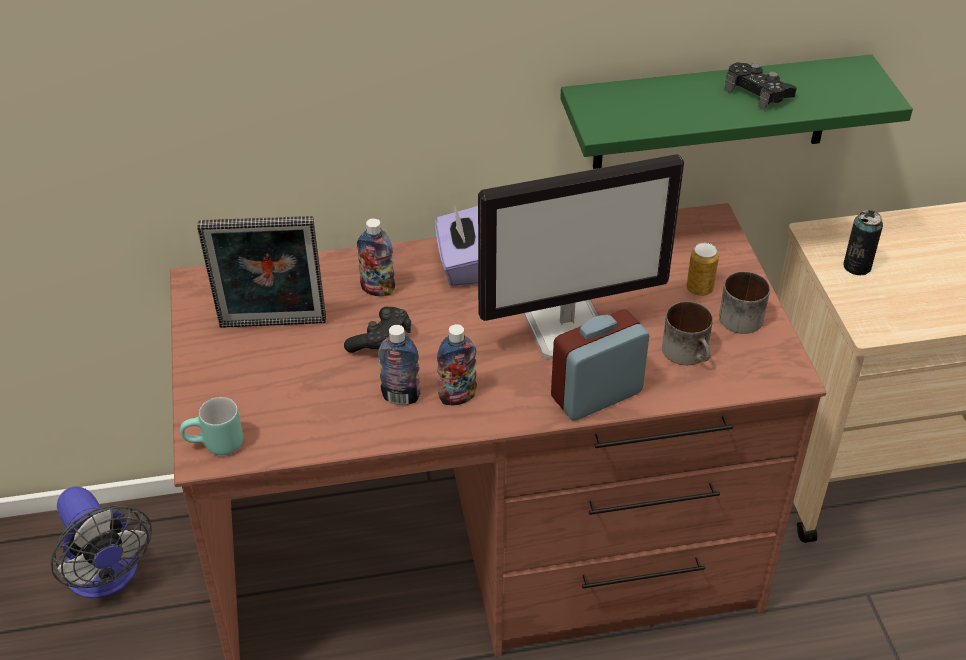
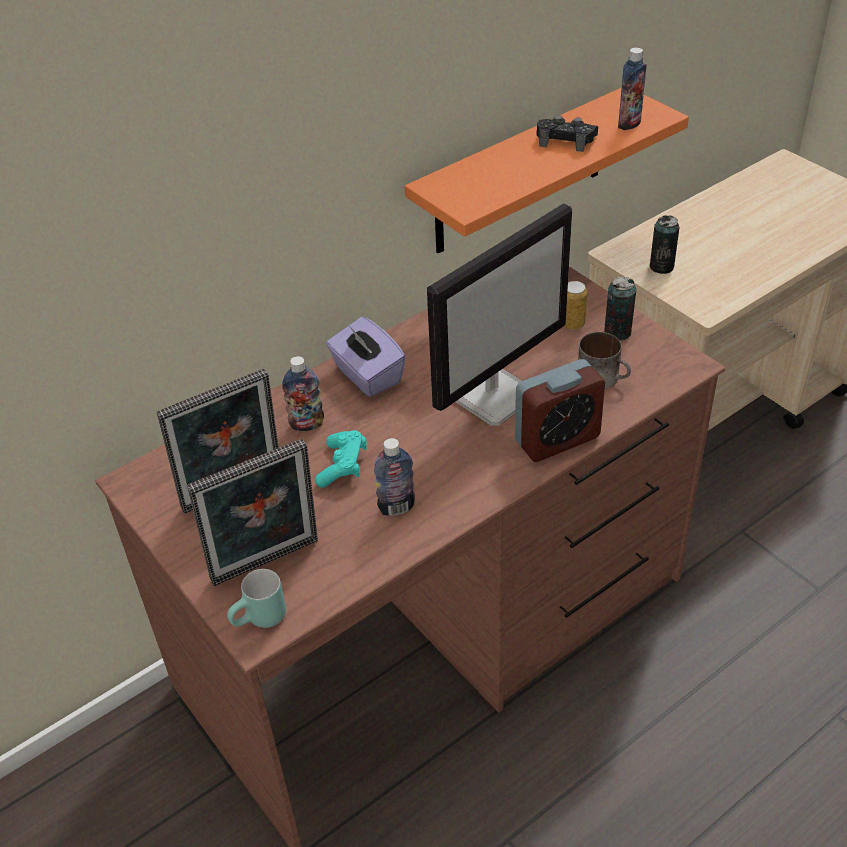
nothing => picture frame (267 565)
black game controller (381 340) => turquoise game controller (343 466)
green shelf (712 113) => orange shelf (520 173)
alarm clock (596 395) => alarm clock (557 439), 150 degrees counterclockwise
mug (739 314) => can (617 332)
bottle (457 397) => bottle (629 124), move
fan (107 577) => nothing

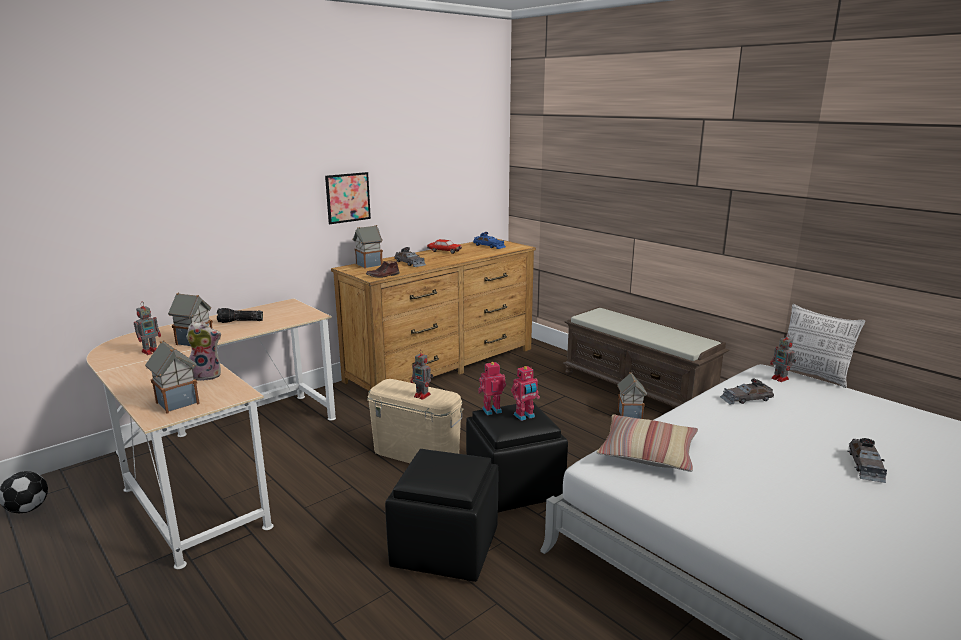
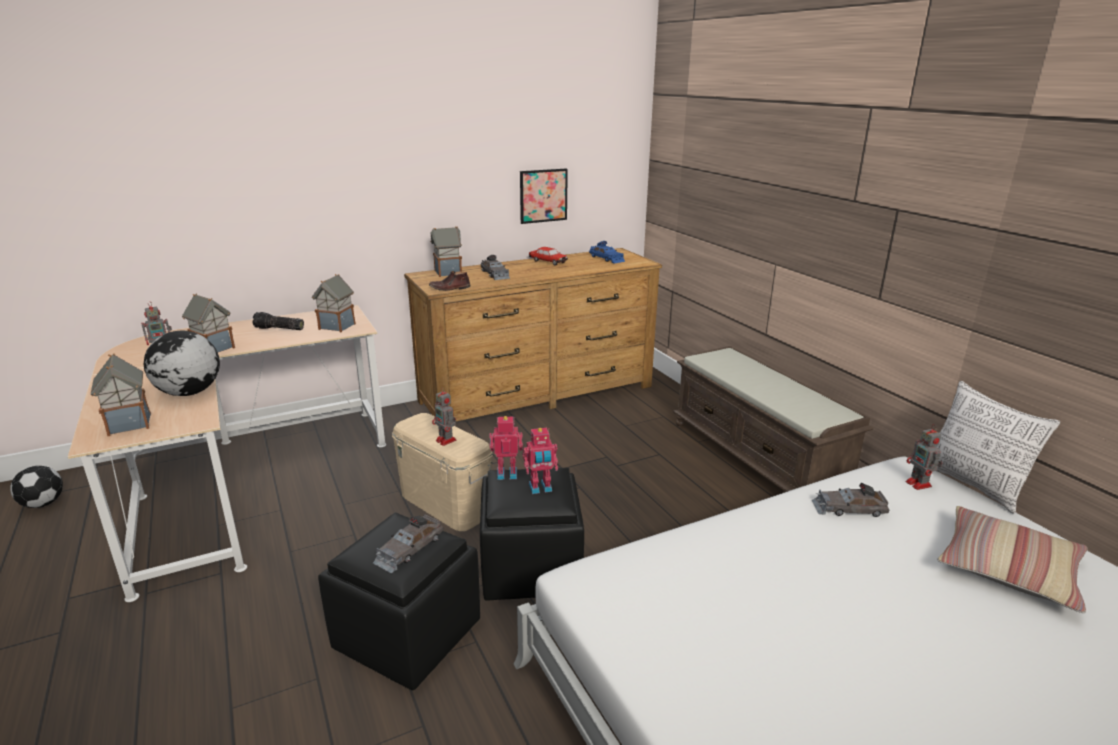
plush toy (207 375) => globe (188 393)
toy house (629 414) => toy house (337 326), move
grey toy car (865 465) => grey toy car (409 549), move
picture (348 197) => picture (543 195), move
pillow (647 452) => pillow (1008 568), move

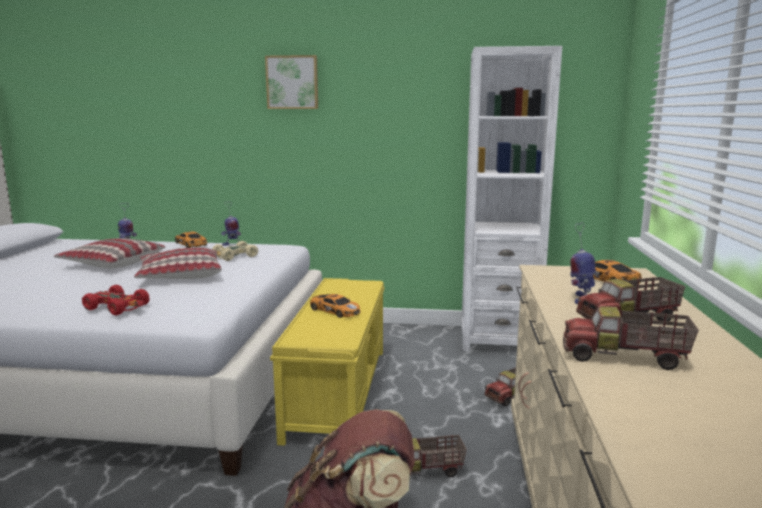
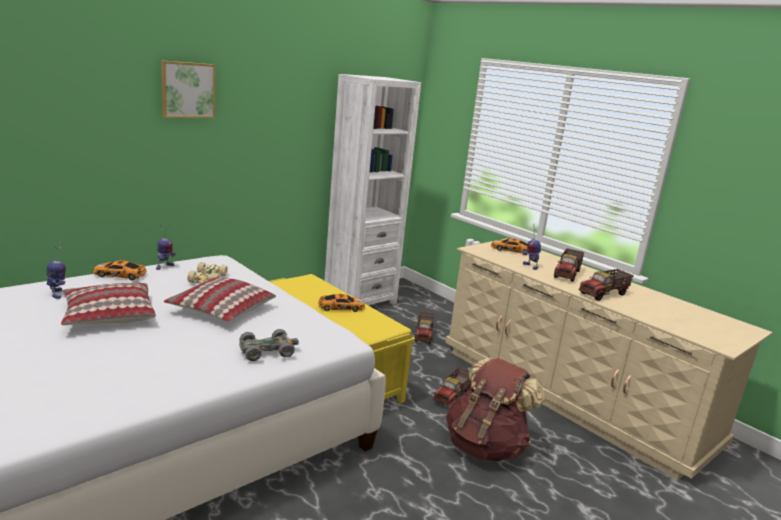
red toy car (118 307) => grey toy car (267 351)

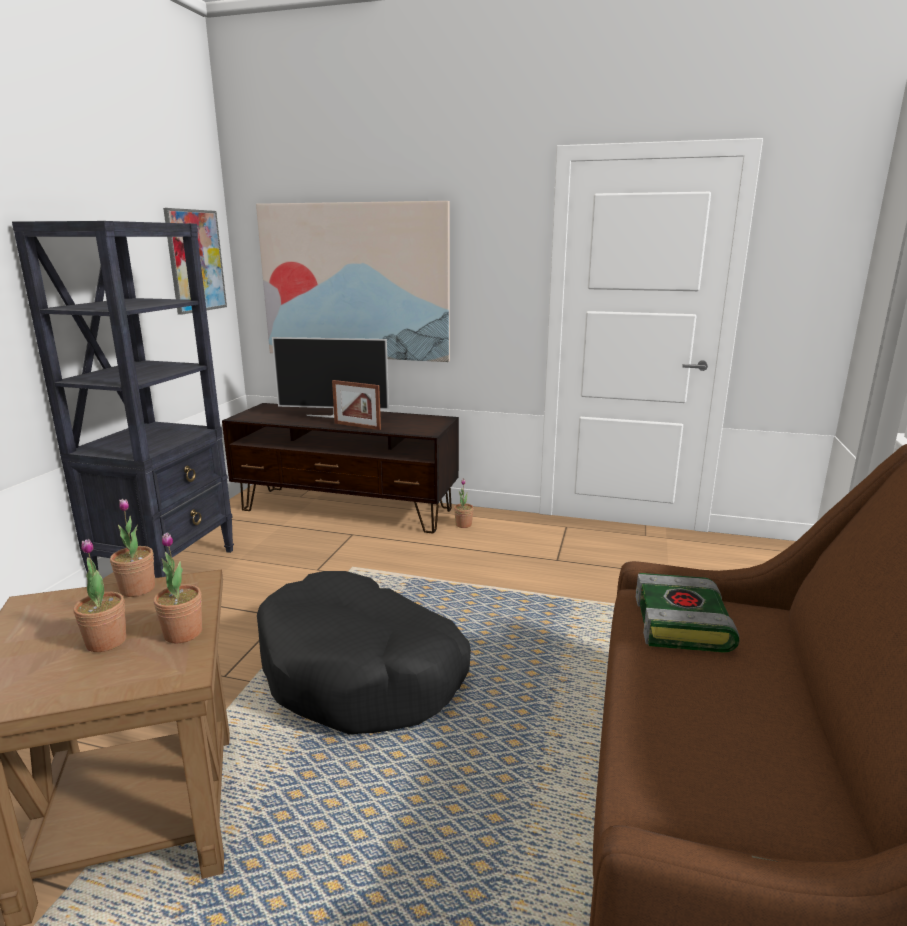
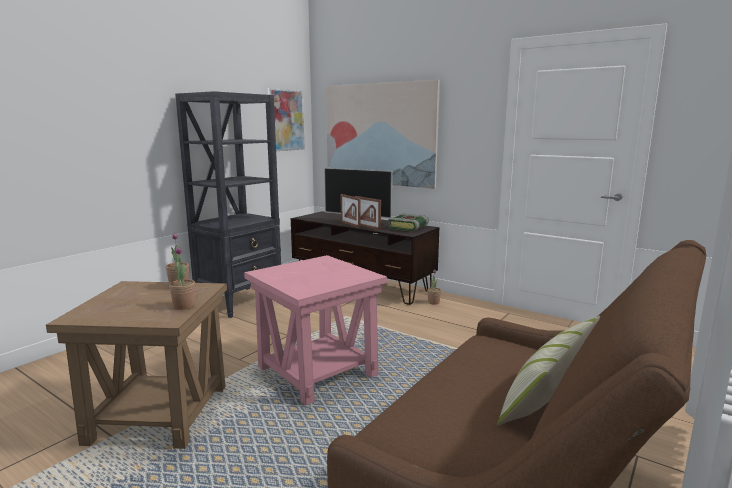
black dog bed (361 672) => pink side table (316 371)
nothing => picture frame (350 224)
book (683 624) => book (408 228), move
nothing => pillow (547 396)
potted plant (106 642) => nothing

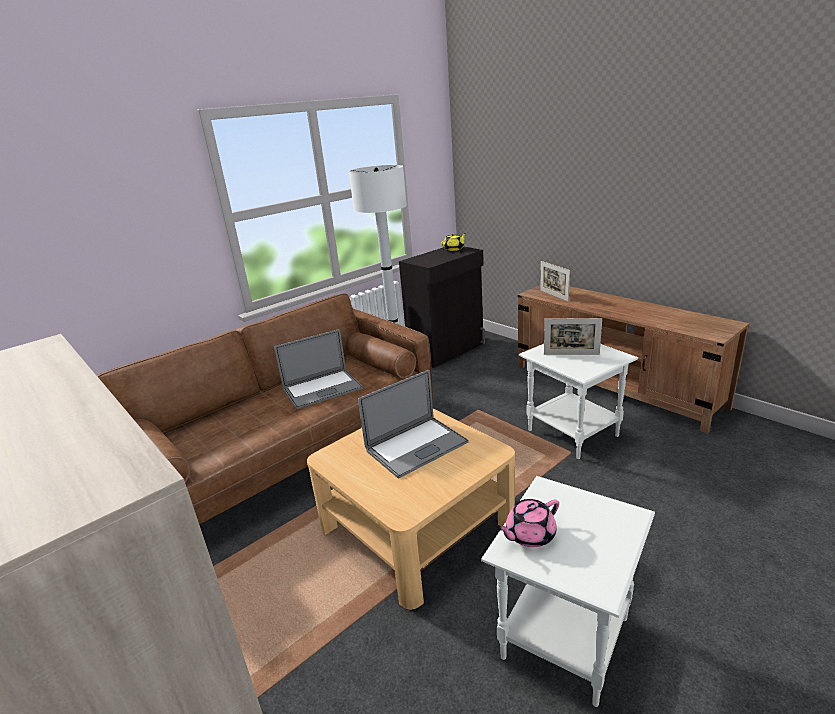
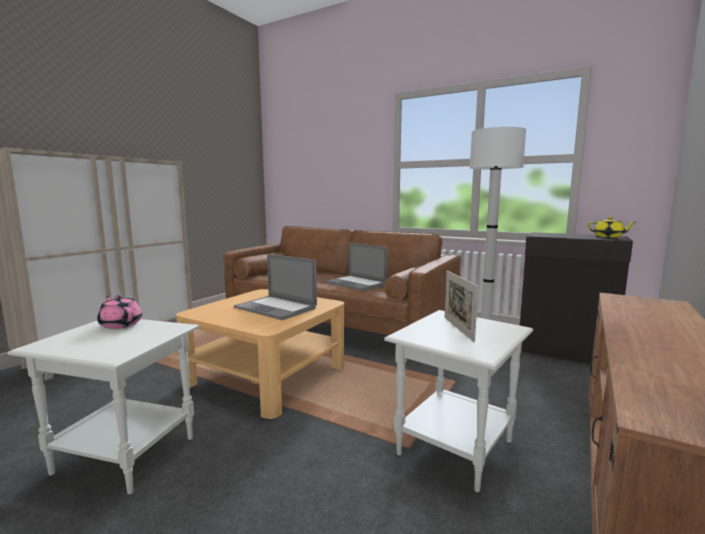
picture frame (553 295) => nothing

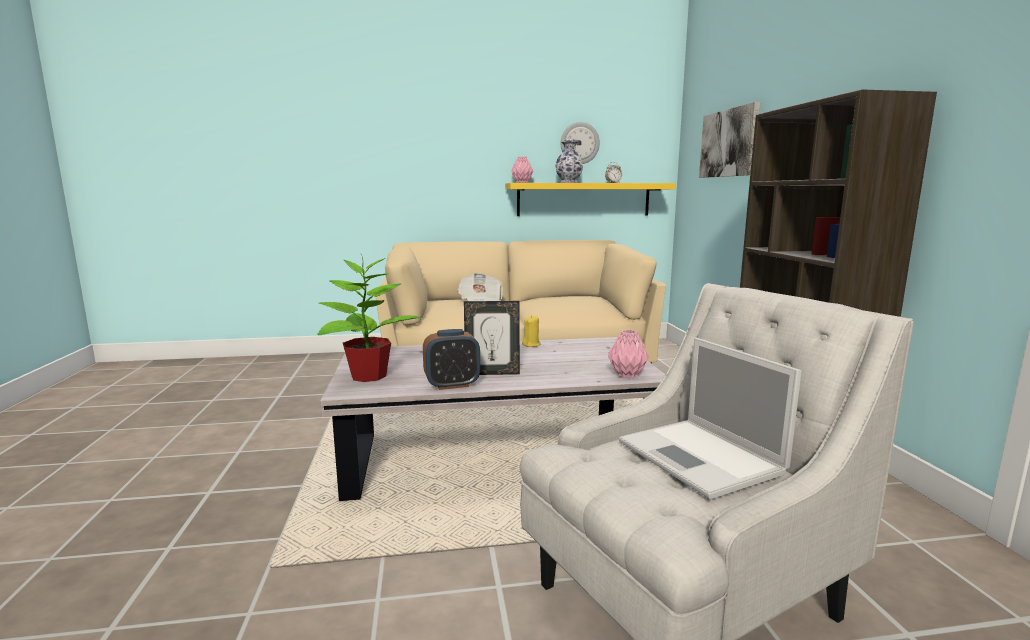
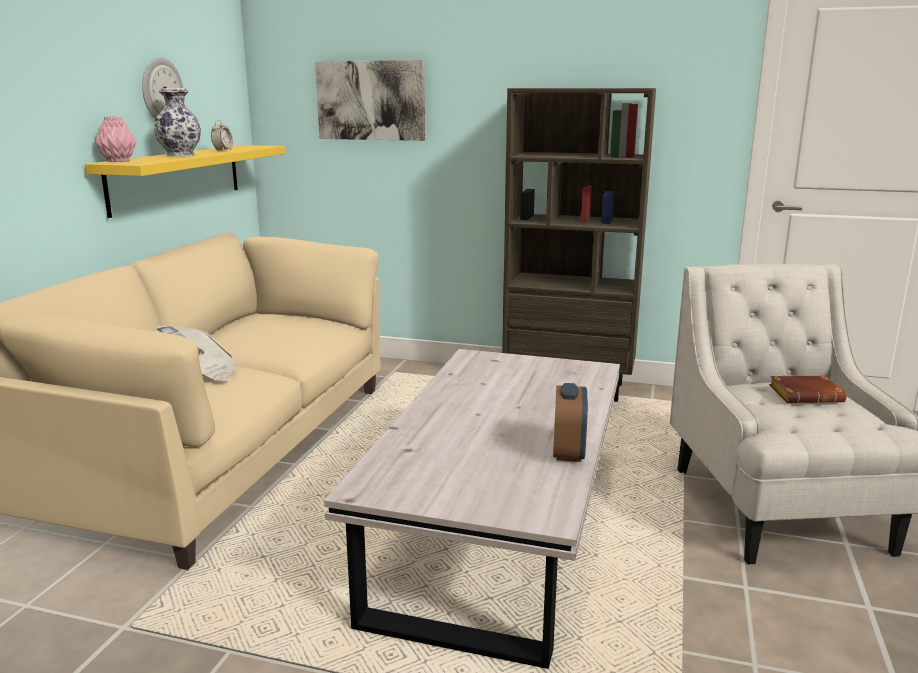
laptop (701 458) => brown book (806 395)
potted plant (367 376) => nothing
picture frame (492 373) => nothing
yellow candle (531 345) => nothing
pink vase (627 375) => nothing

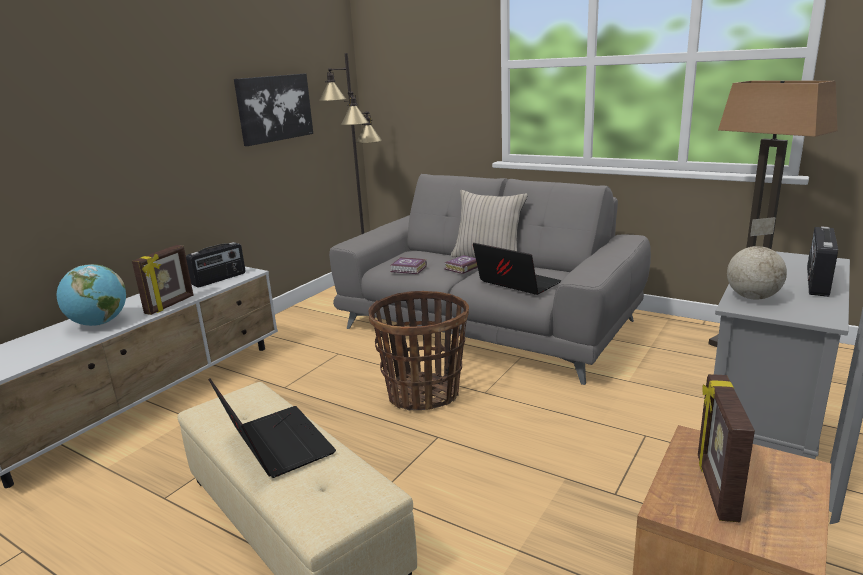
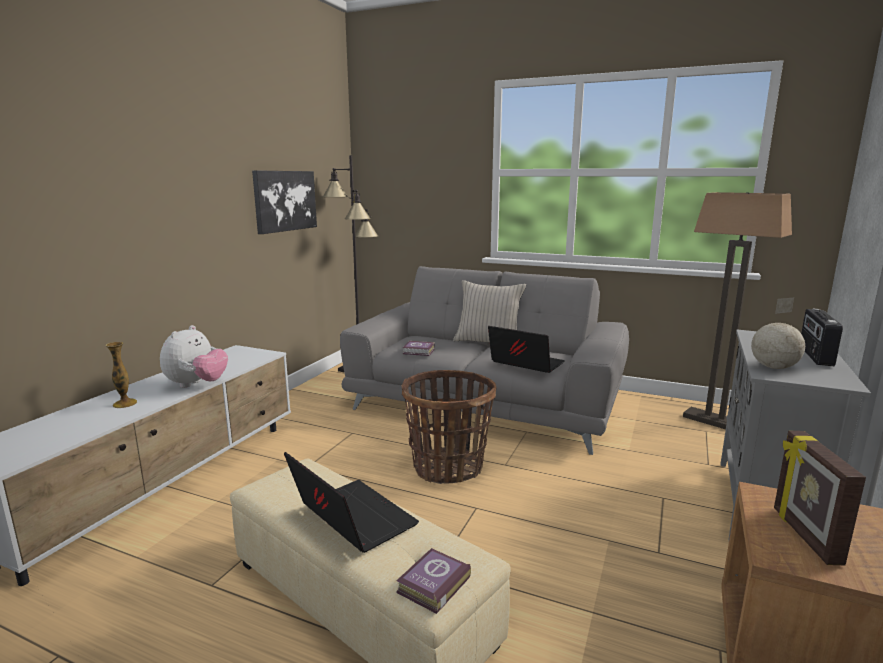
globe (99 323) => vase (125 403)
picture frame (170 305) => plush toy (197 385)
book (462 267) => book (432 585), move
radio (219 279) => nothing

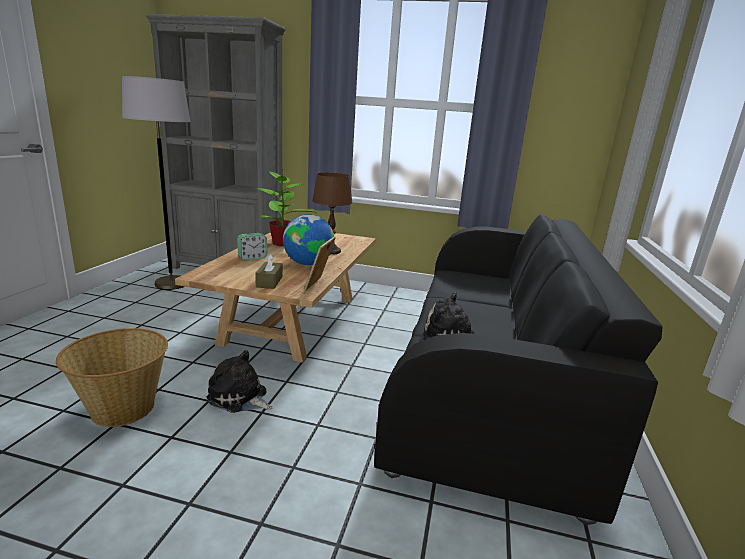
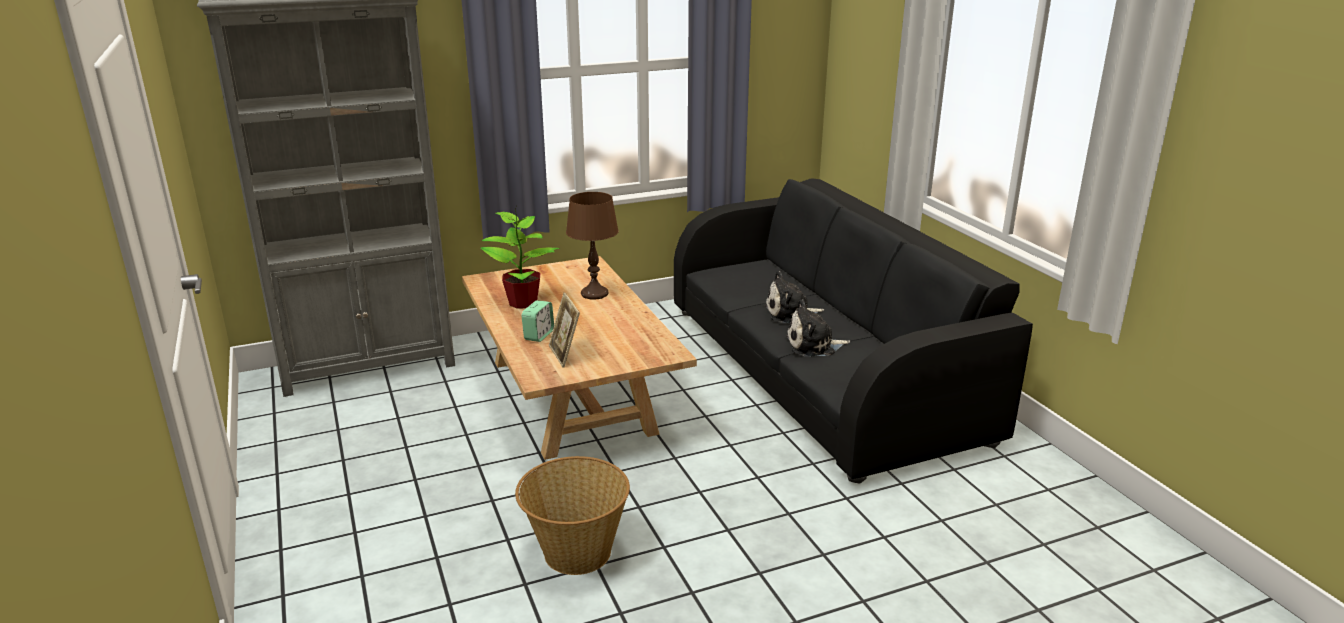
picture frame (319 285) => picture frame (565 355), move
plush toy (239 397) => plush toy (790 313), move
grey floor lamp (171 284) => nothing
brown tissue box (269 282) => nothing
globe (308 264) => nothing

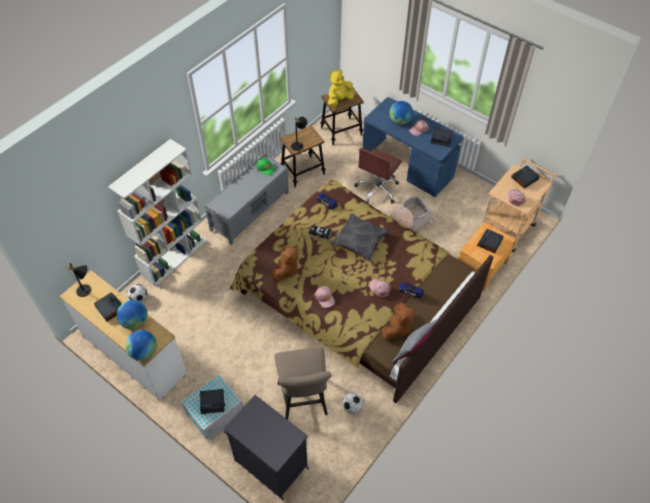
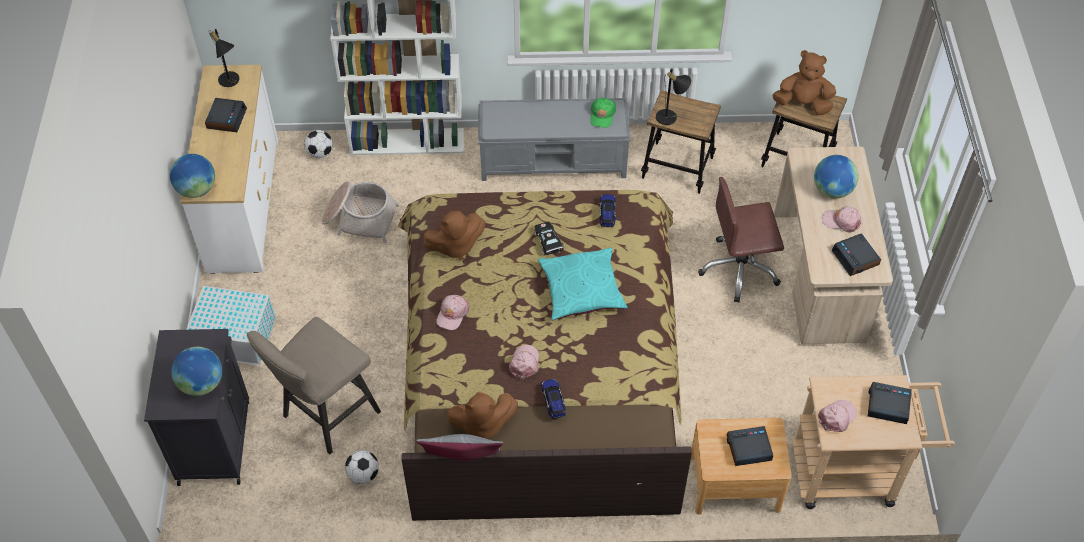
globe (135 322) => globe (201 384), move
basket (409 222) => basket (359 218), move
grey pillow (360 240) => turquoise pillow (582 290)
yellow plush toy (339 100) => brown plush toy (803 104)
blue desk (407 167) => beige desk (821 277)
alarm clock (213 402) => nothing

